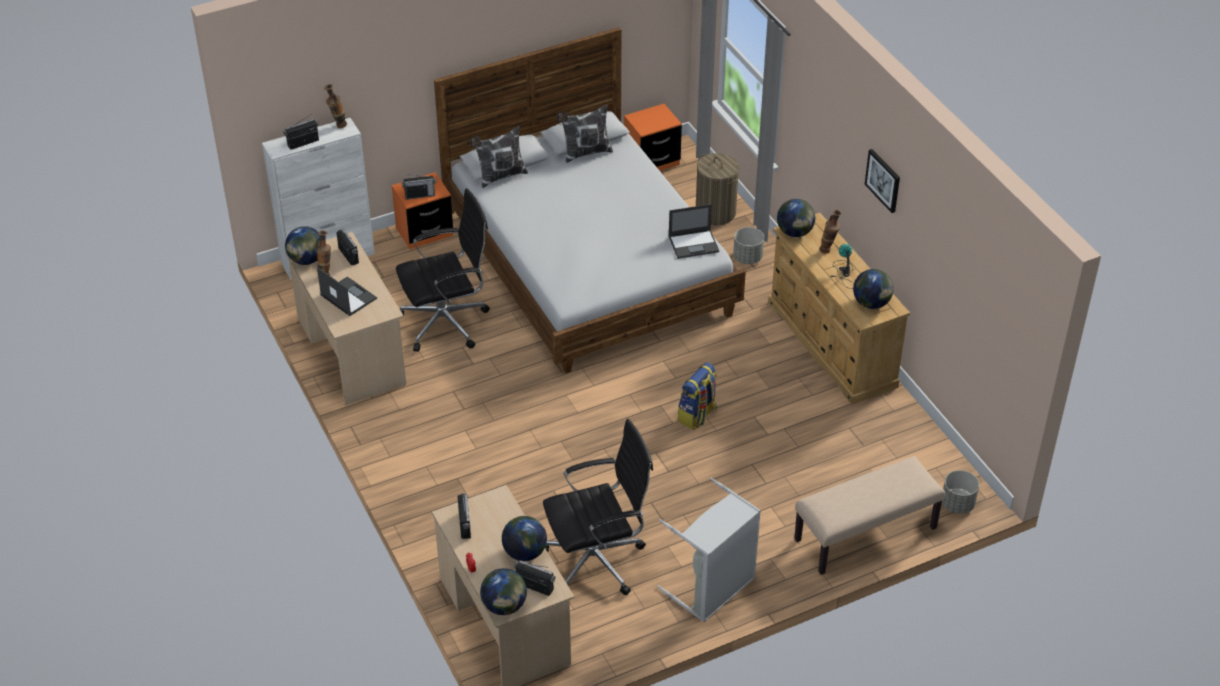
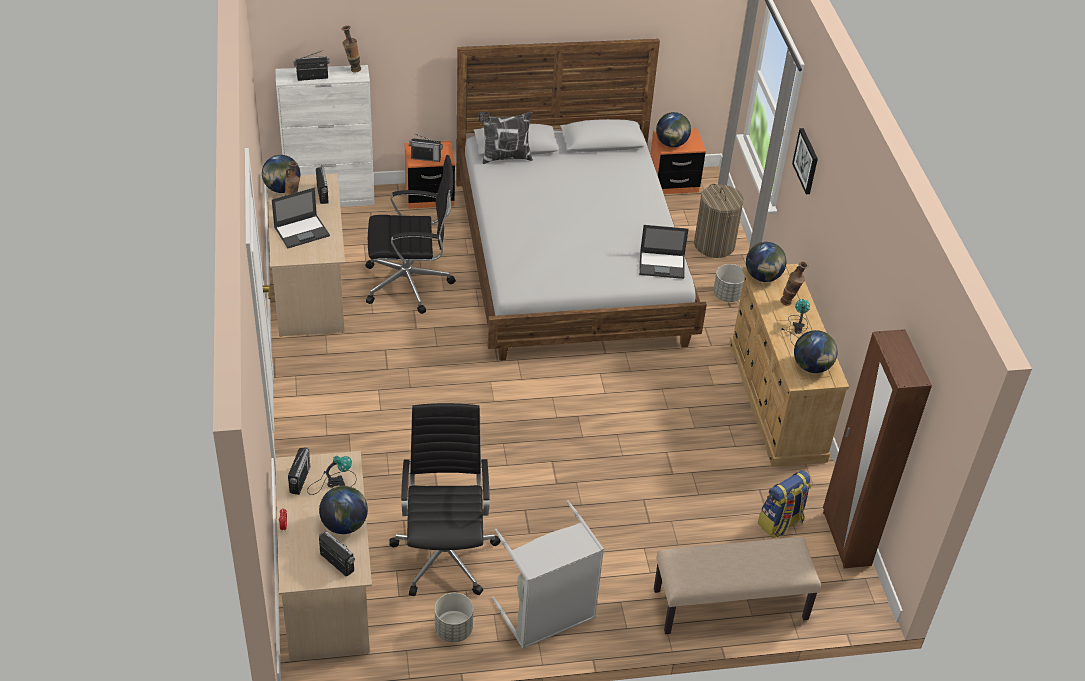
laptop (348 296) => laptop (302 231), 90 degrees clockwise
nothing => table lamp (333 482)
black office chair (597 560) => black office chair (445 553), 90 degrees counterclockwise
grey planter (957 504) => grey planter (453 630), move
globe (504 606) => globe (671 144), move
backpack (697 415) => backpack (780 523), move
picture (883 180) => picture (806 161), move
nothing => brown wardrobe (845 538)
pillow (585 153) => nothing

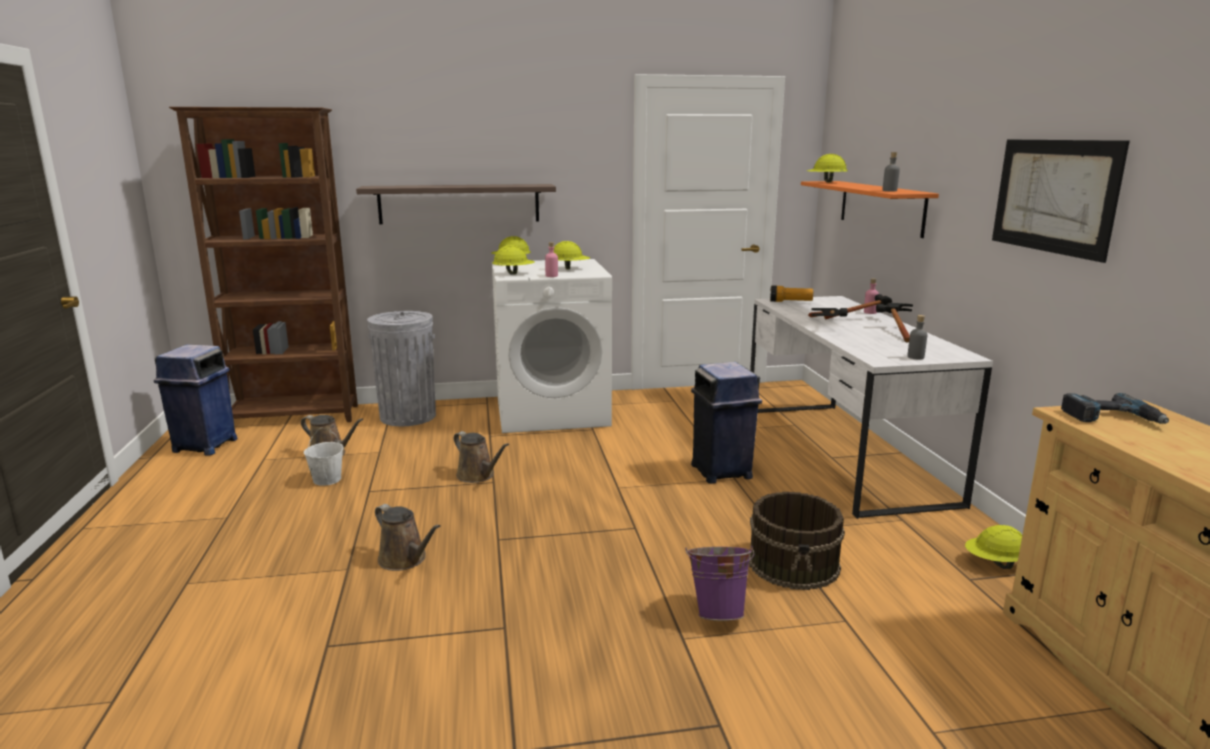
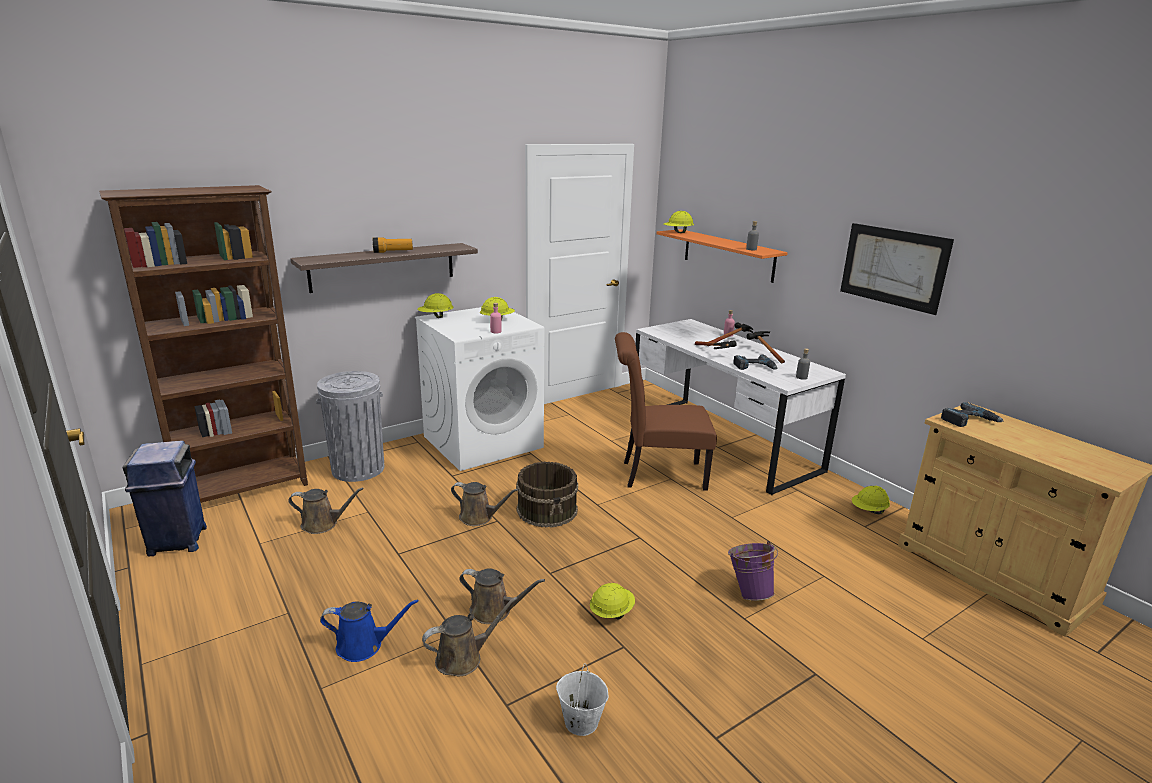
nothing => blue watering can (364 645)
flashlight (790 302) => flashlight (393 252), move
nothing => brown watering can (463 658)
brown bucket (794 564) => brown bucket (547 510), move
white bucket (327 480) => white bucket (580 721), move
yellow hard hat (514 273) => yellow hard hat (611 612), move
blue trash can (721 472) => brown chair (657 475)
nothing => power drill (755 367)

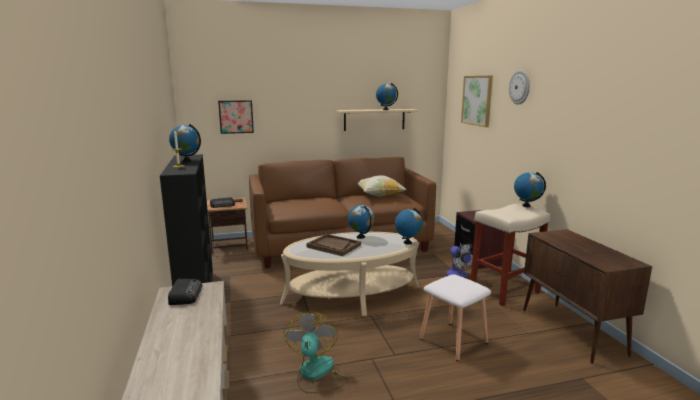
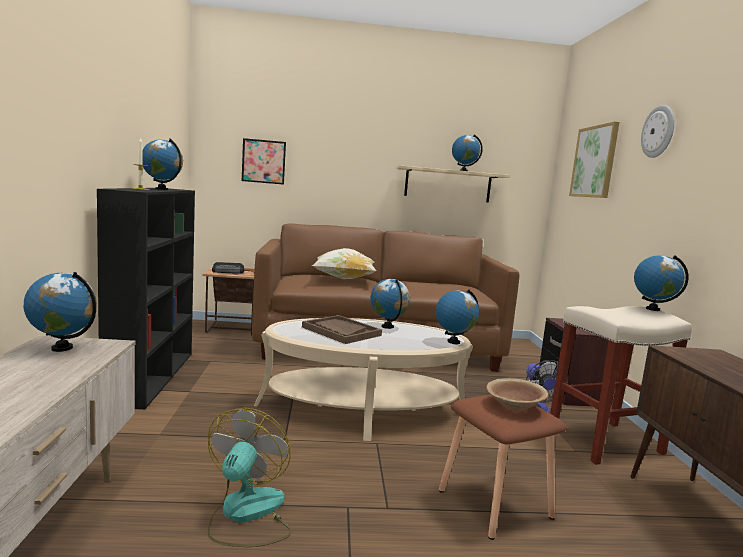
radio (185 295) => globe (62 348)
pillow (379 196) => pillow (344 279), move
white stool (454 341) => brown stool (496 504)
nothing => brown bowl (514 406)

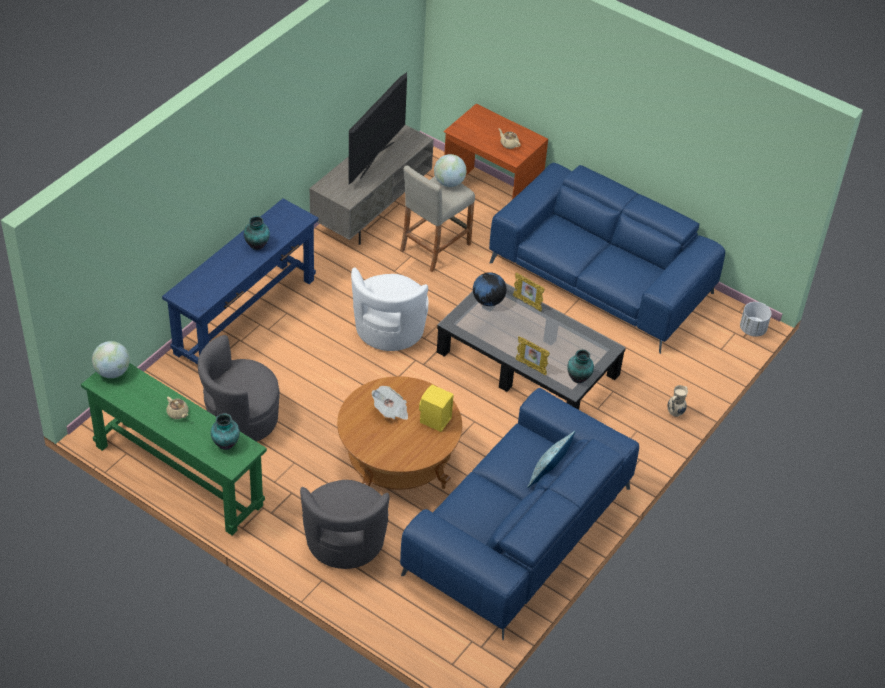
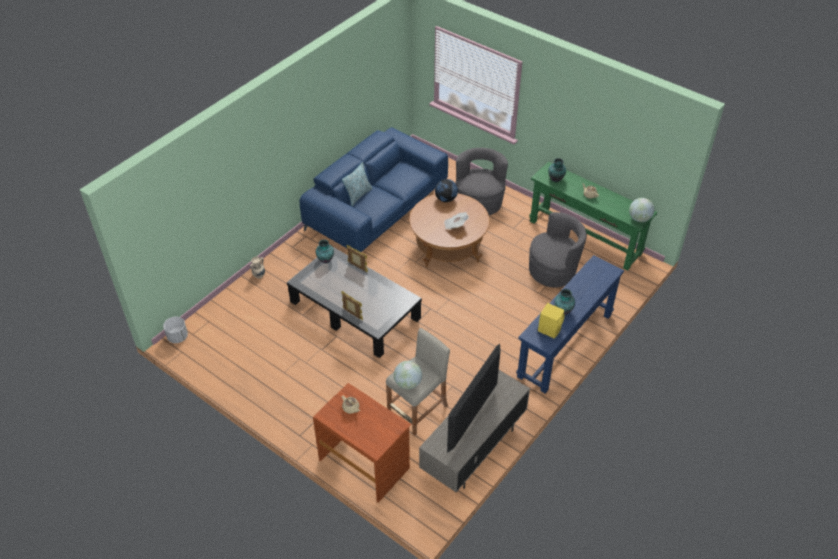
globe (488 301) => globe (446 199), move
yellow speaker (434 421) => yellow speaker (550 329), move
white armchair (389 330) => nothing
blue sofa (601 278) => nothing

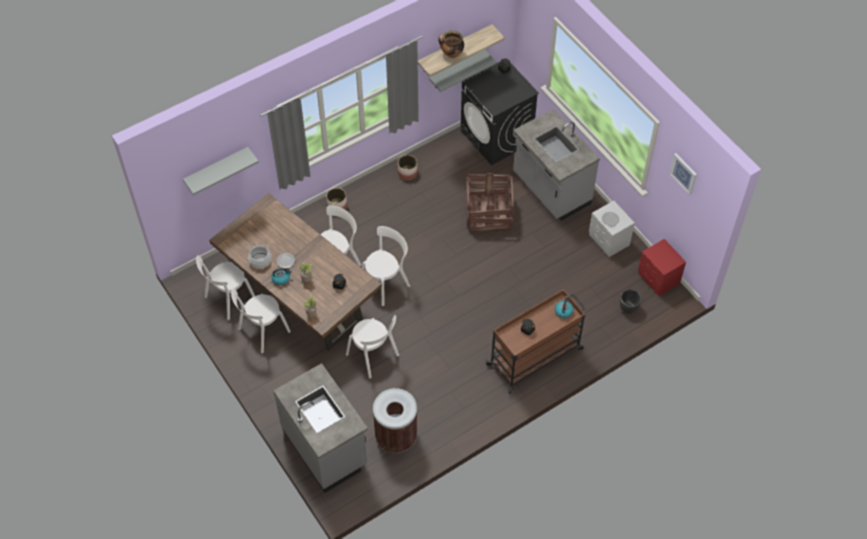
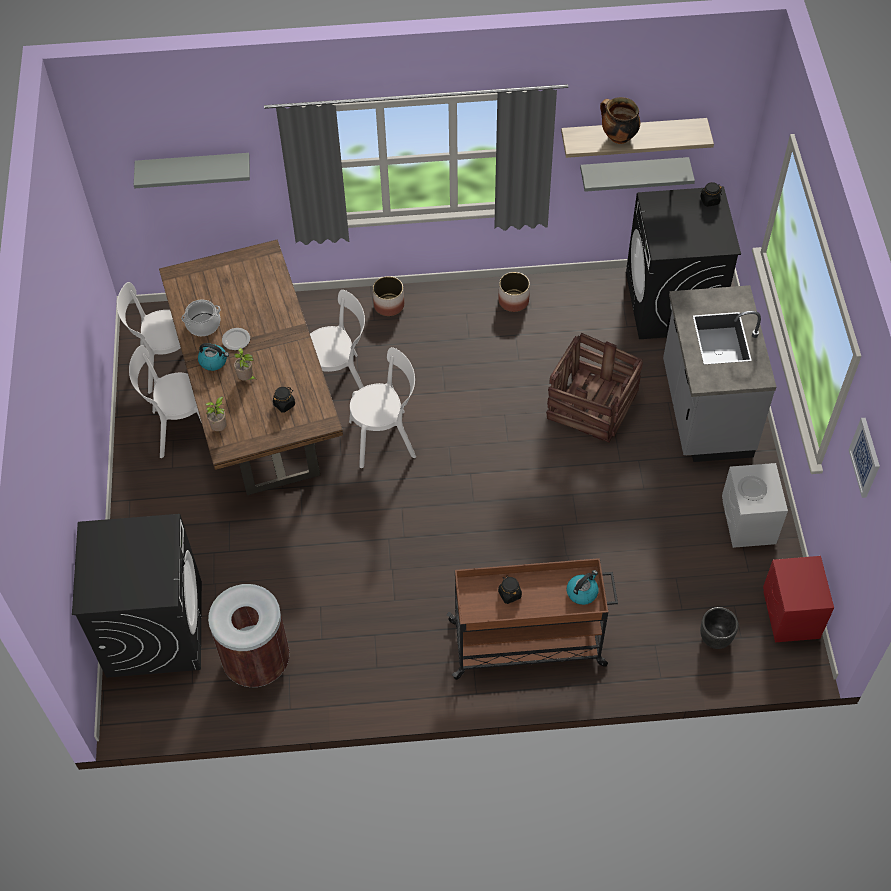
grey counter (326 447) => black washing machine (154 628)
white chair (374 356) => nothing

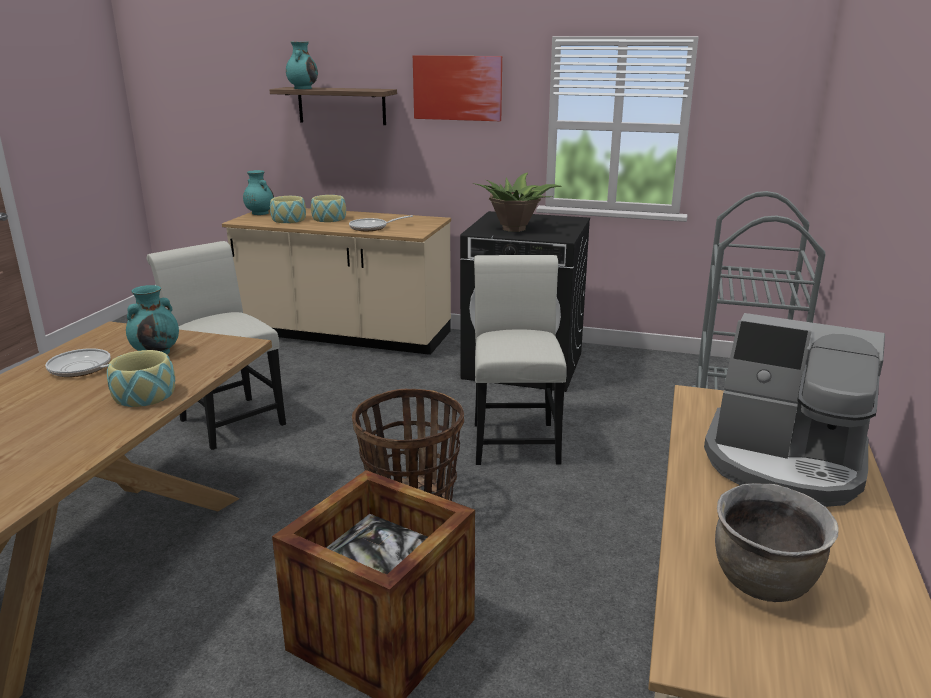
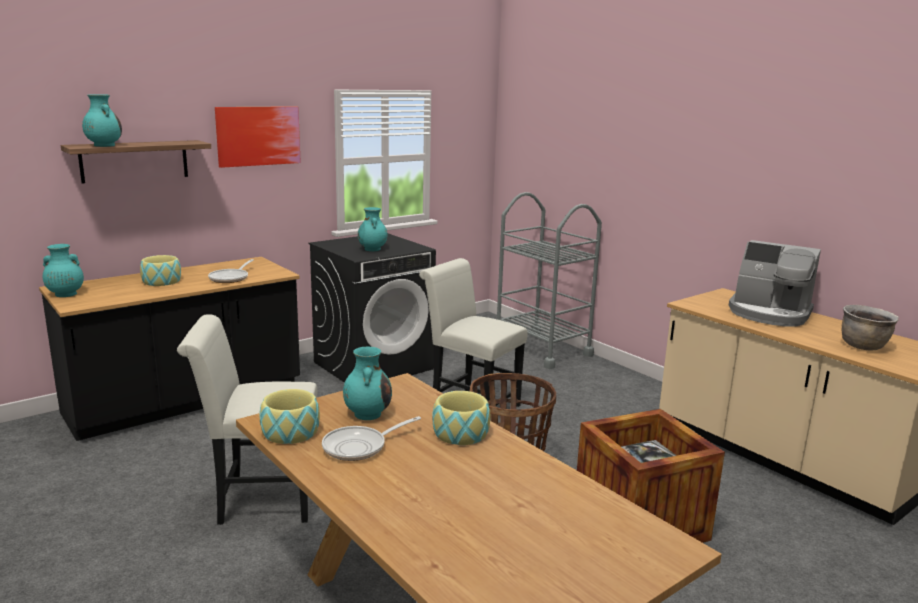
beige counter (345 335) => black counter (186 401)
bowl (288 219) => bowl (290 432), move
potted plant (515 228) => turquoise vase (372 249)
coffee machine (784 463) => coffee machine (769 314), 60 degrees clockwise

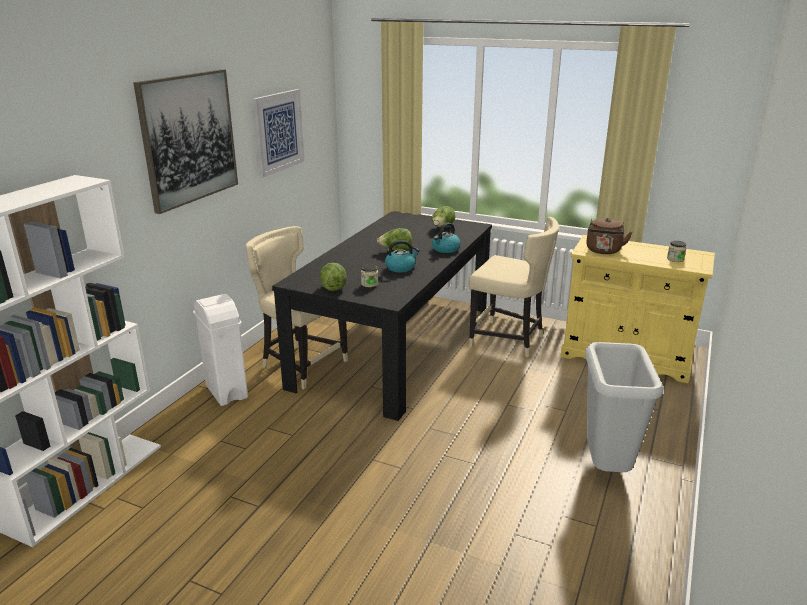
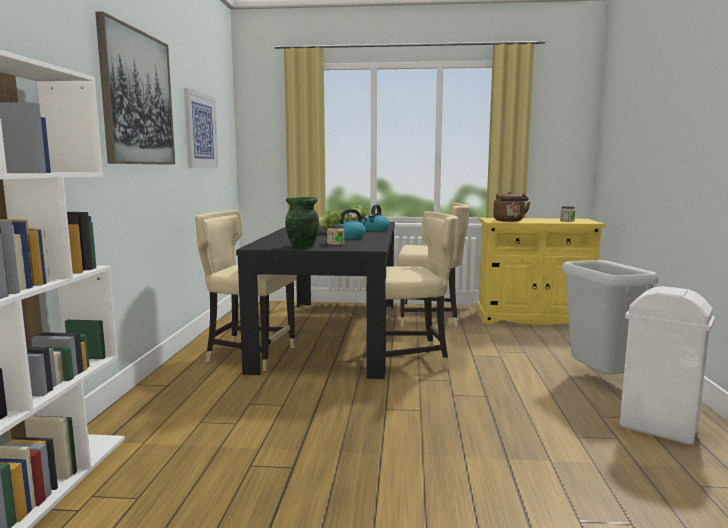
lettuce (333 287) => green vase (302 246)
nothing => beige chair (408 361)
white trash can (226 392) => white trash can (659 429), move

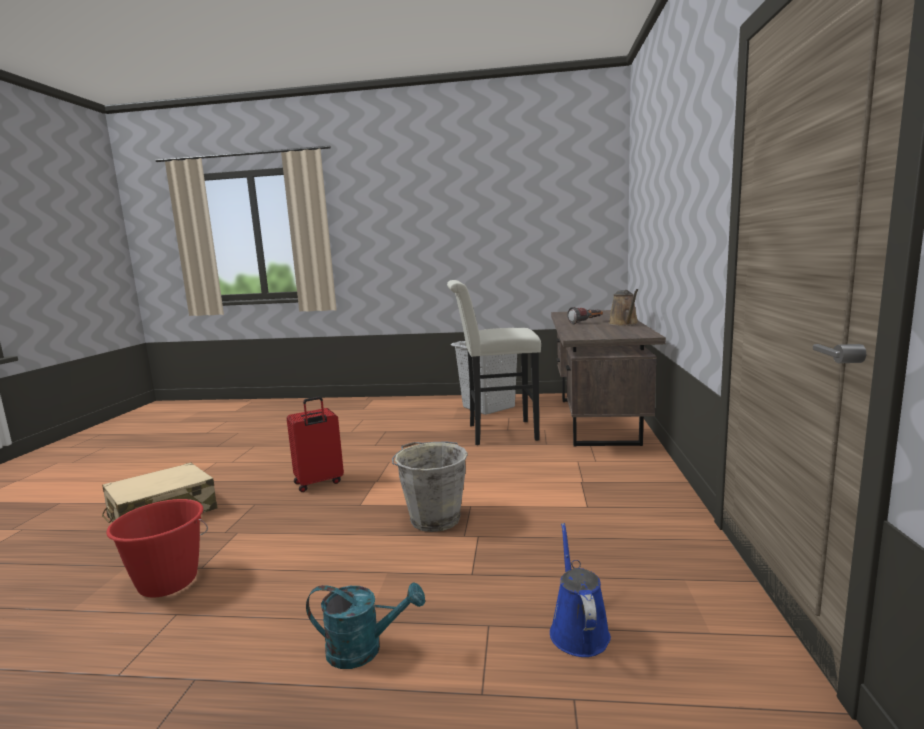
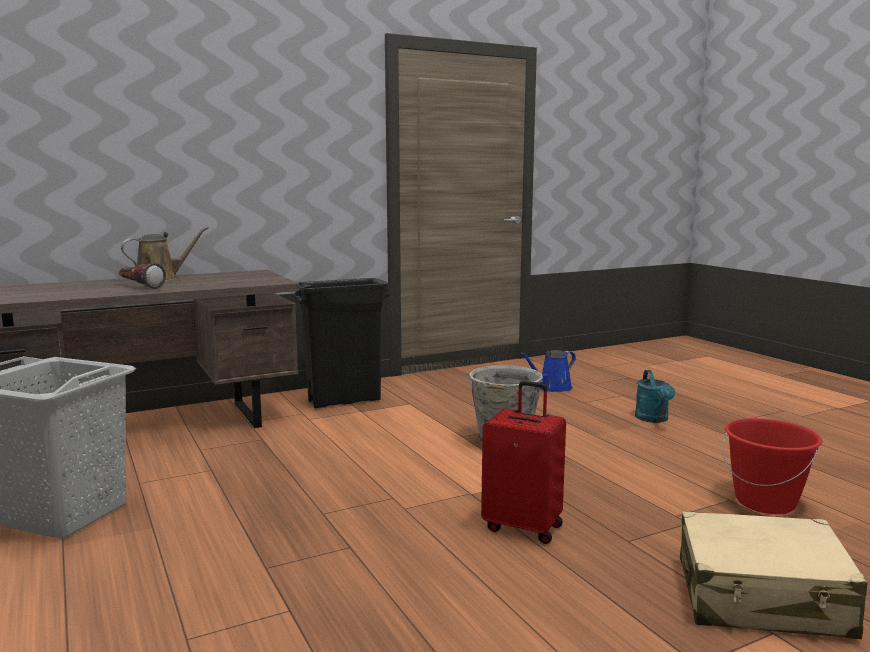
nothing => black trash can (345 401)
turquoise watering can (364 649) => turquoise watering can (654 419), 150 degrees counterclockwise
white stool (496 433) => nothing

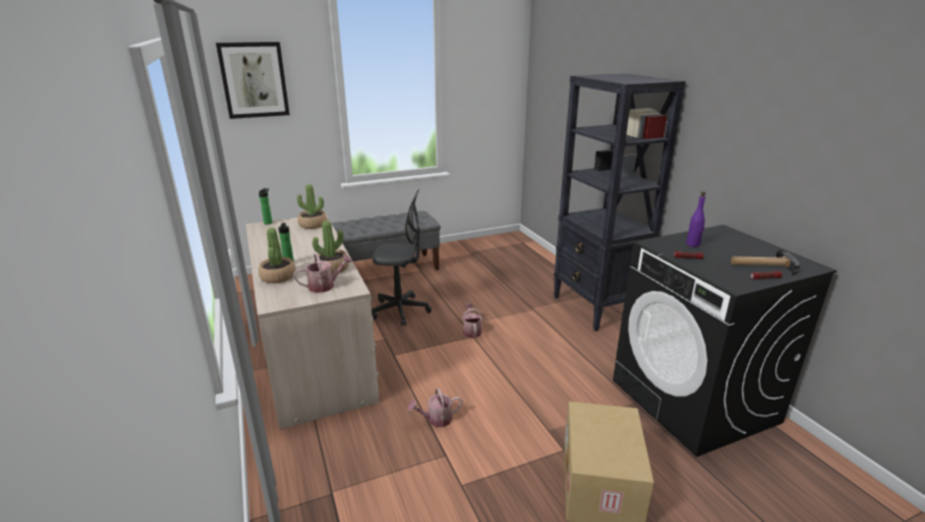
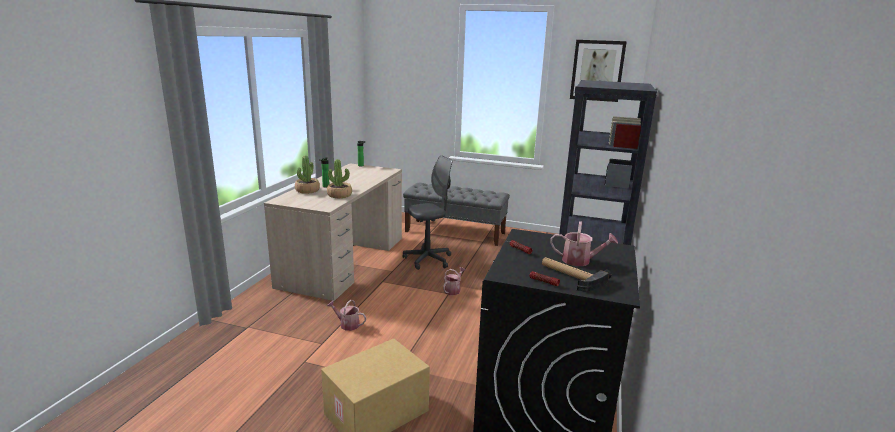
grey office chair (400 311) => grey office chair (428 260), 75 degrees counterclockwise
watering can (325 286) => watering can (580 261), move
picture (254 80) => picture (597 70), move
potted plant (313 225) => nothing
purple bottle (693 244) => nothing

